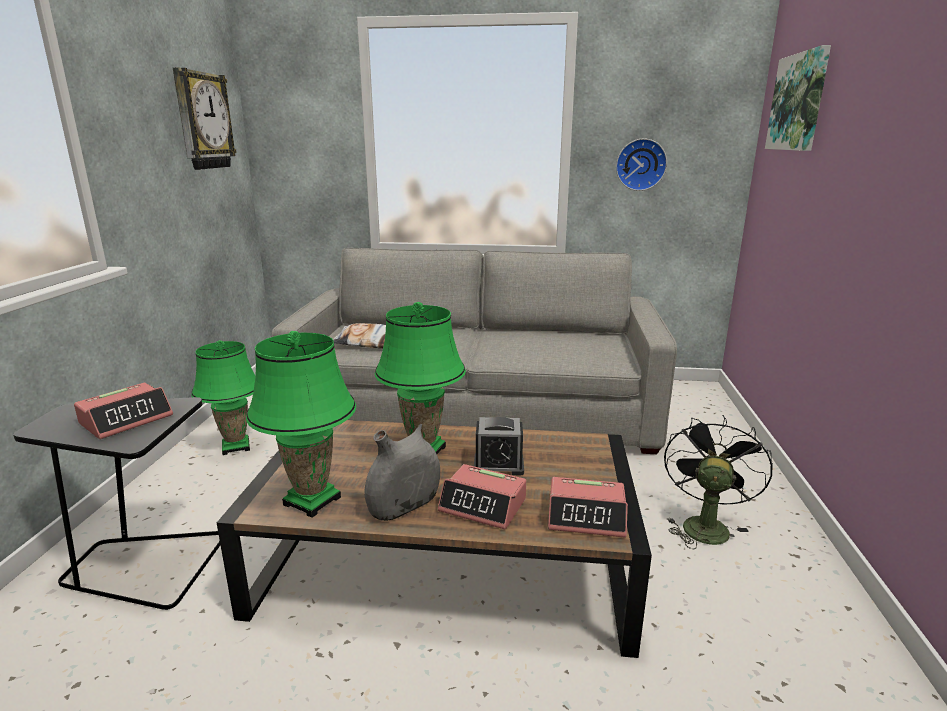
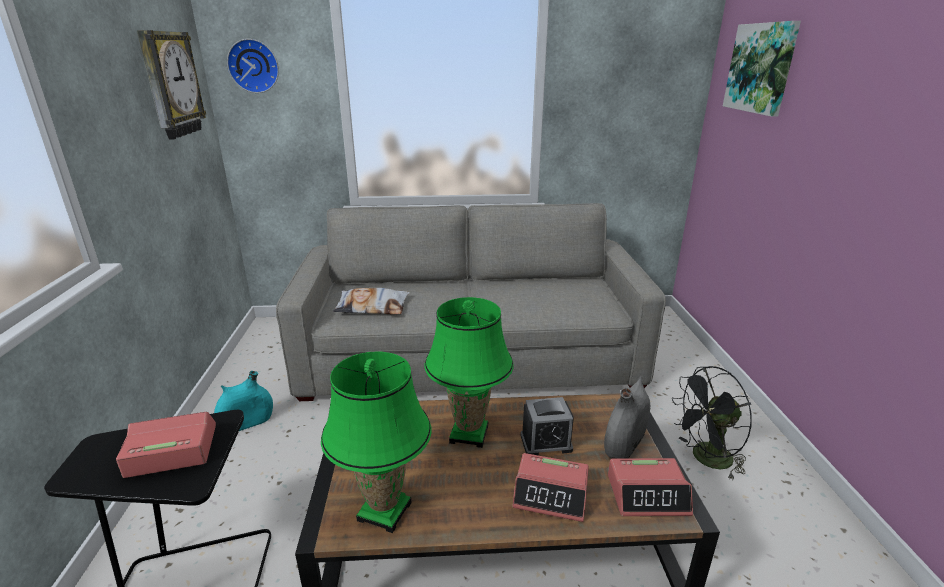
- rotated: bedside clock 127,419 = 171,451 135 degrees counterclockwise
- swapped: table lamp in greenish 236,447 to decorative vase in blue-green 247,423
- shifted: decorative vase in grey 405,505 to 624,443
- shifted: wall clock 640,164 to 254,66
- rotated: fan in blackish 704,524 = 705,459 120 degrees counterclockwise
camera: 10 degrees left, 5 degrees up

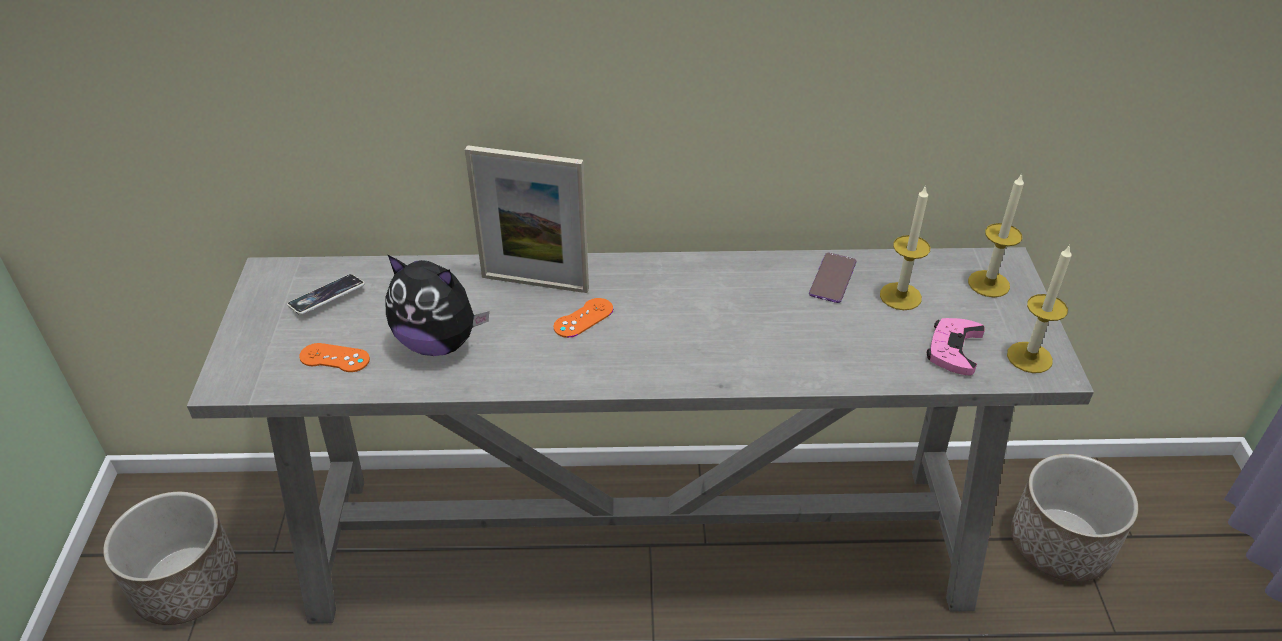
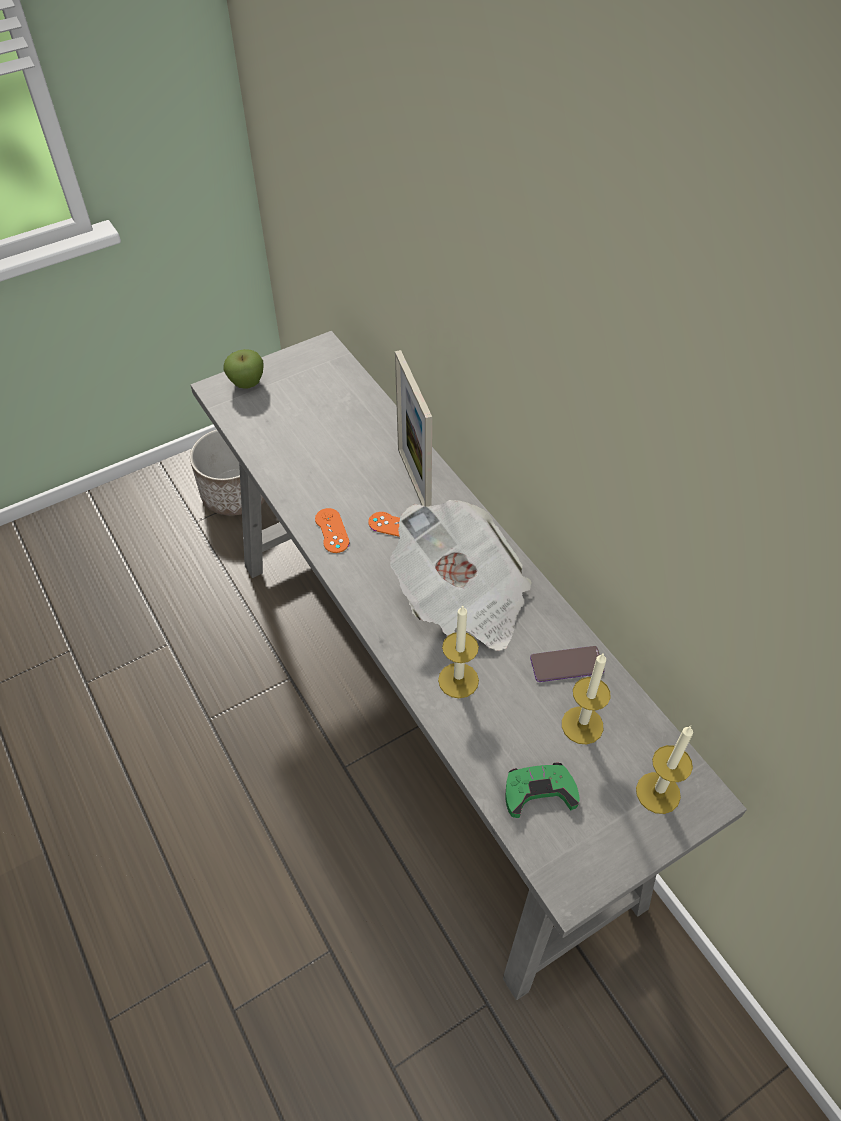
- gone: handset 327,298
- shifted: joypad in orangey 334,358 to 332,530
- gone: soft toy 438,342
- repainted: joypad in pinkish 953,349 to joypad in greenish 539,792
- shifted: wax light 1029,357 to 458,680
- gone: plant pot 1060,544
- new: whole apple 247,383
- new: printed paper 462,597
camera: 60 degrees right, 10 degrees up

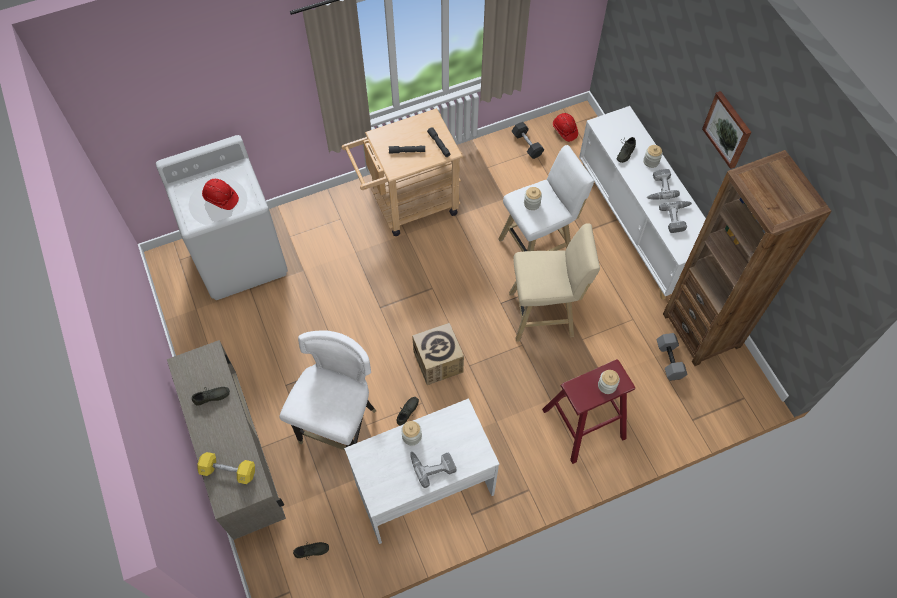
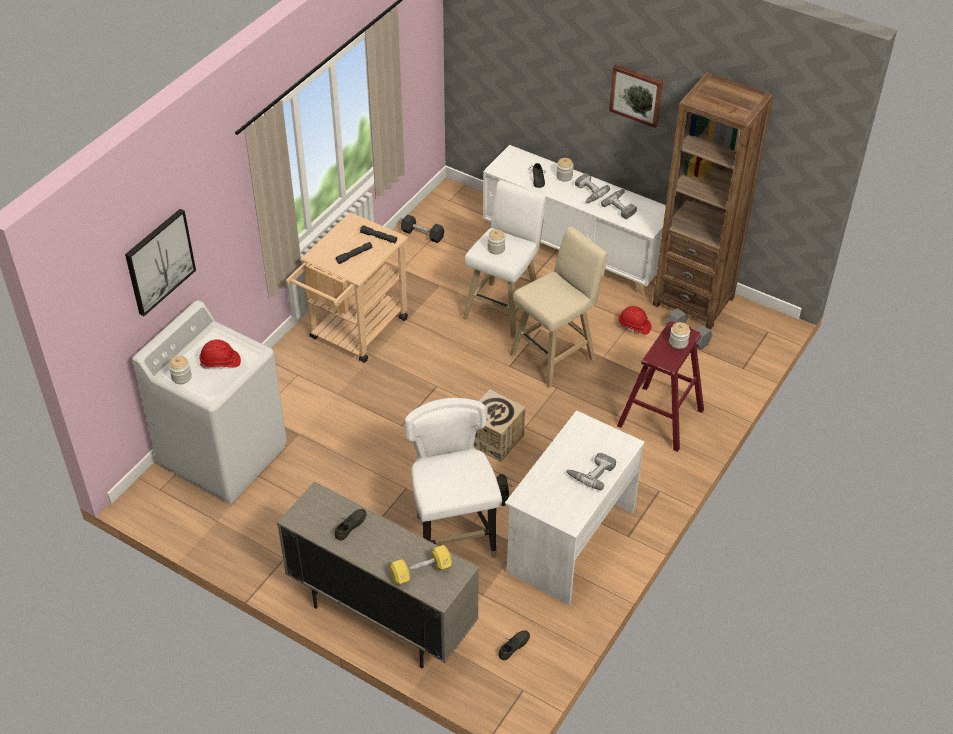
- shifted: jar 412,436 to 181,377
- shifted: safety helmet in red-coloured 564,130 to 634,326
- new: picture 159,261
camera: 35 degrees left, 15 degrees down

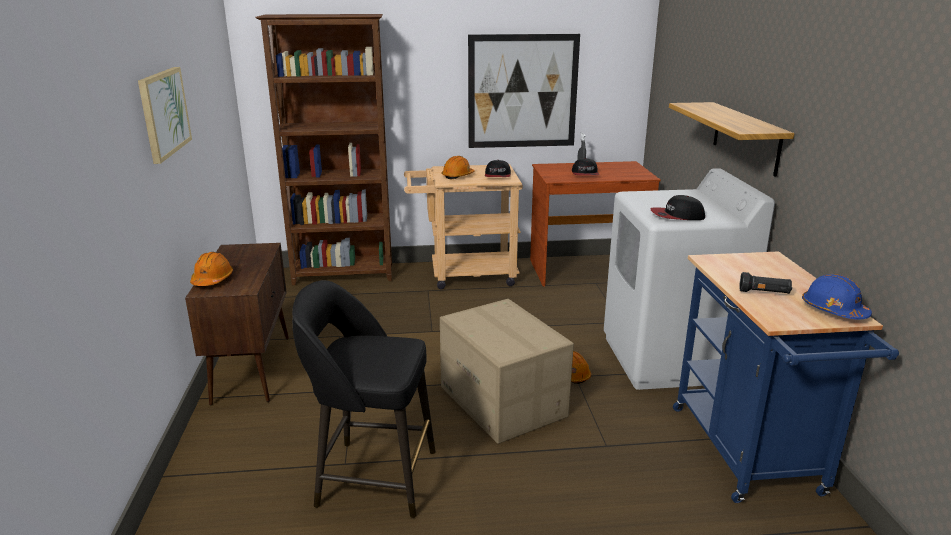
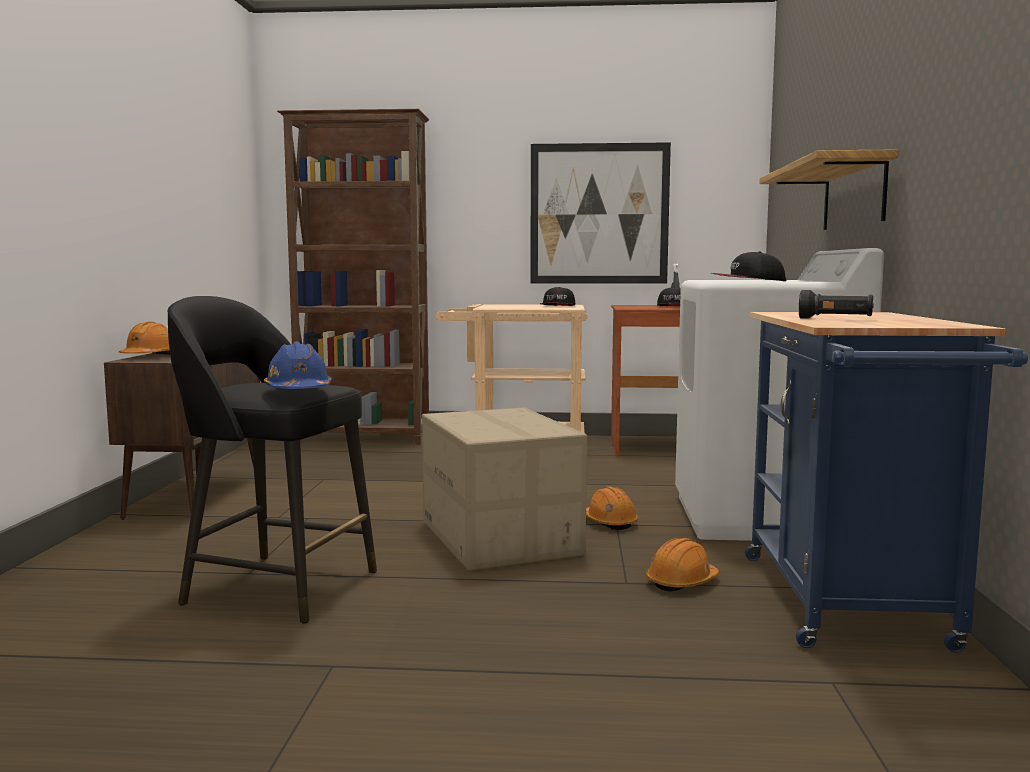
- gone: picture 164,112
- shifted: safety helmet in orangey 457,176 to 681,582
- shifted: safety helmet in blue-coloured 833,310 to 298,391
camera: 10 degrees right, 15 degrees down

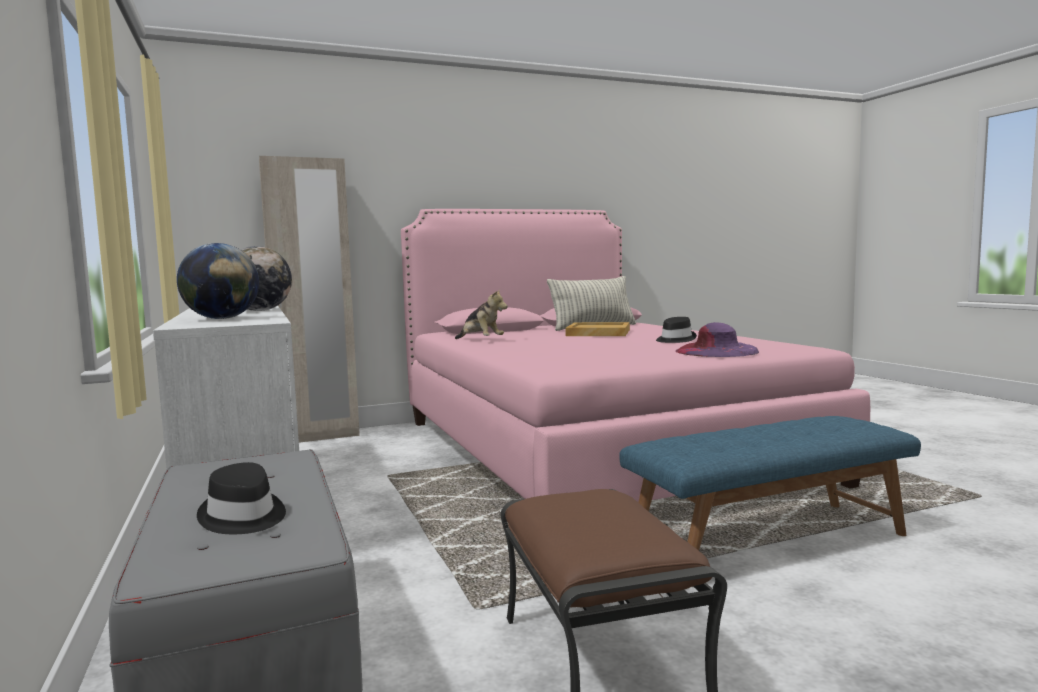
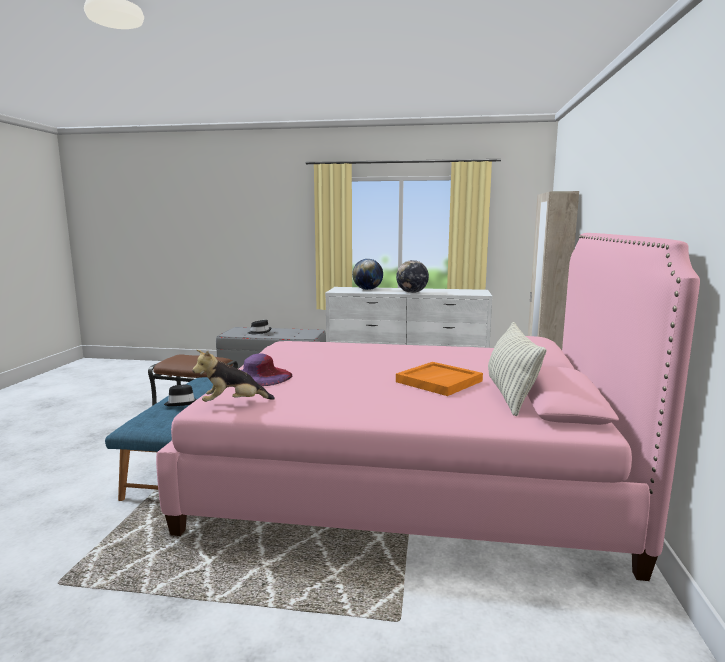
- shifted: soft toy 480,341 to 233,403
- repainted: serving tray in beige 597,333 to serving tray in orangey 439,381
- shifted: hat in blackish 674,340 to 182,403
camera: 120 degrees right, 5 degrees up

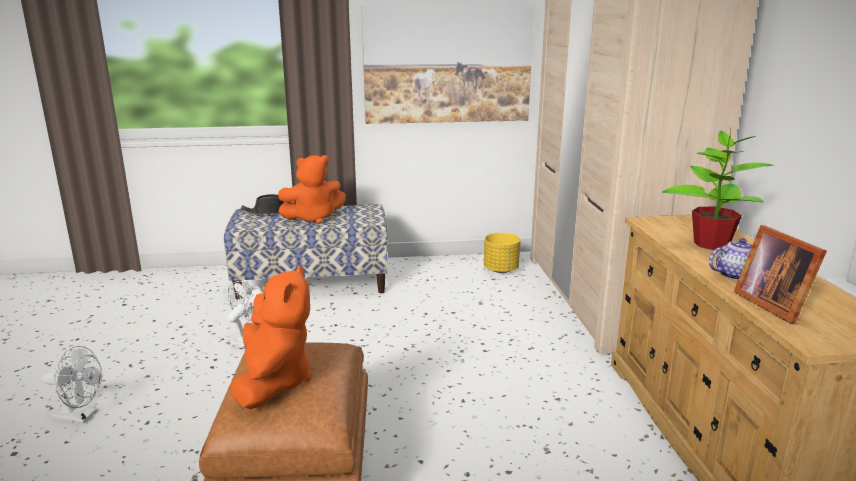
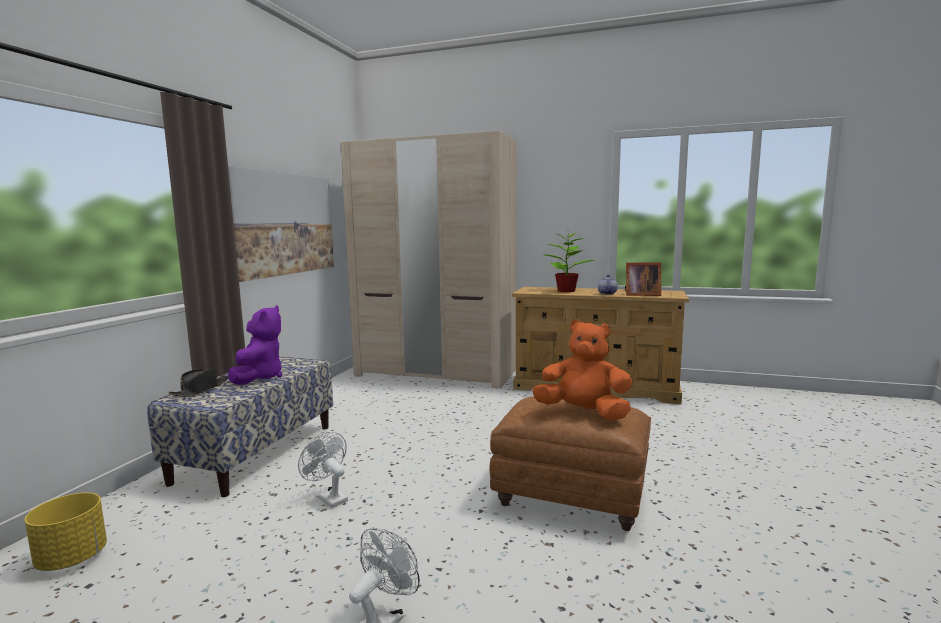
- repainted: soft toy in orangey 313,218 to soft toy in purplish 259,377
- shifted: plant pot in yellowish 501,270 to 73,559
camera: 65 degrees left, 10 degrees down

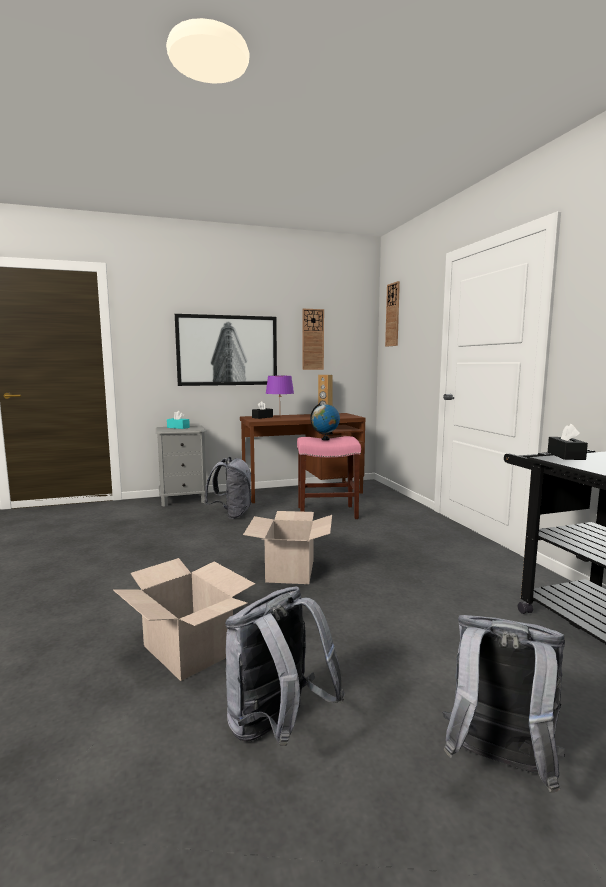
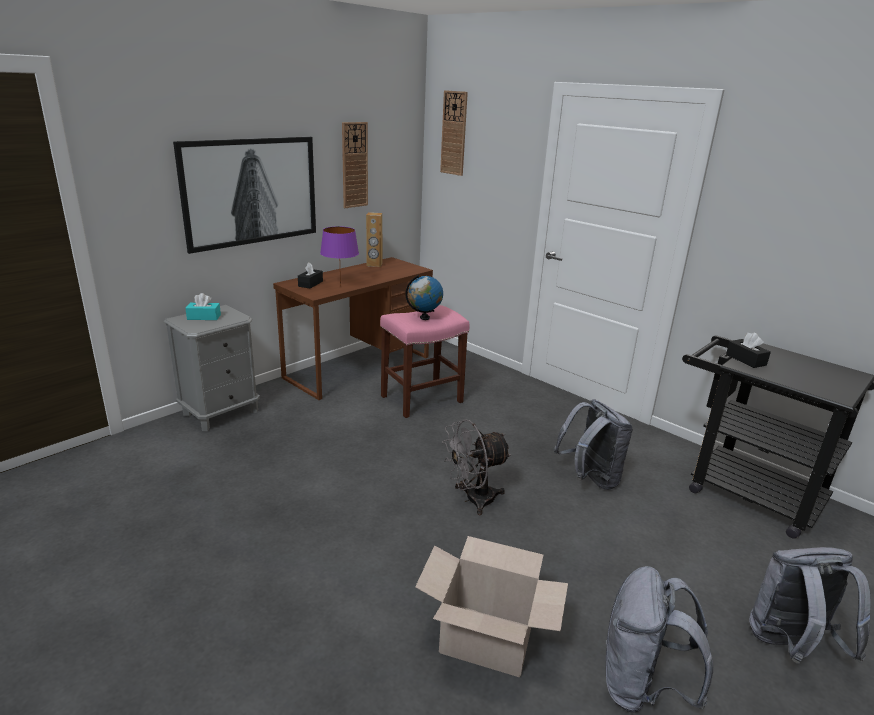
- shifted: rucksack in grey 231,515 to 589,479
- swapped: packing box 291,571 to fan in grey 472,500
camera: 30 degrees left, 15 degrees up

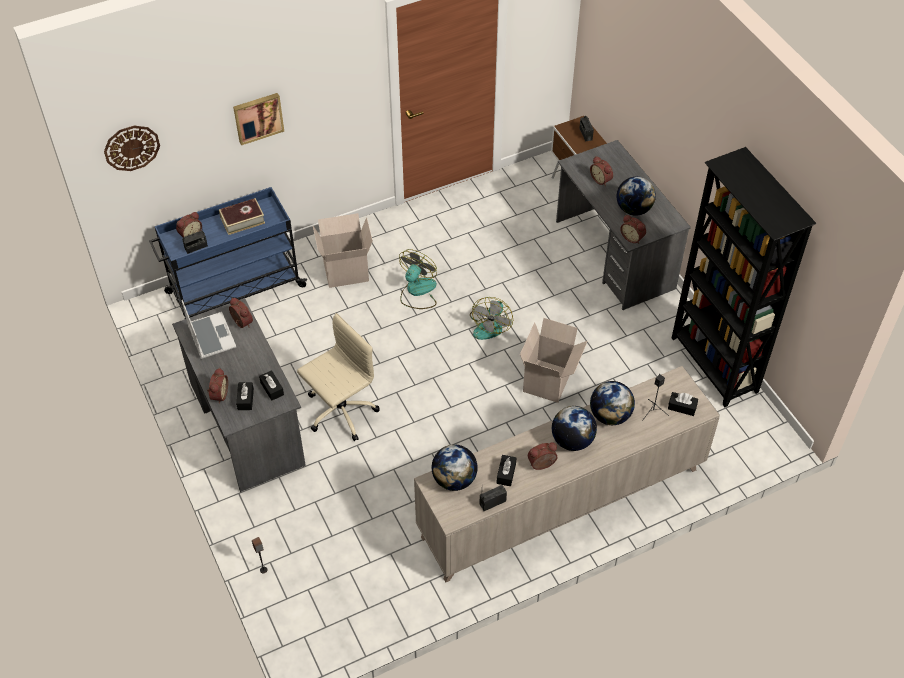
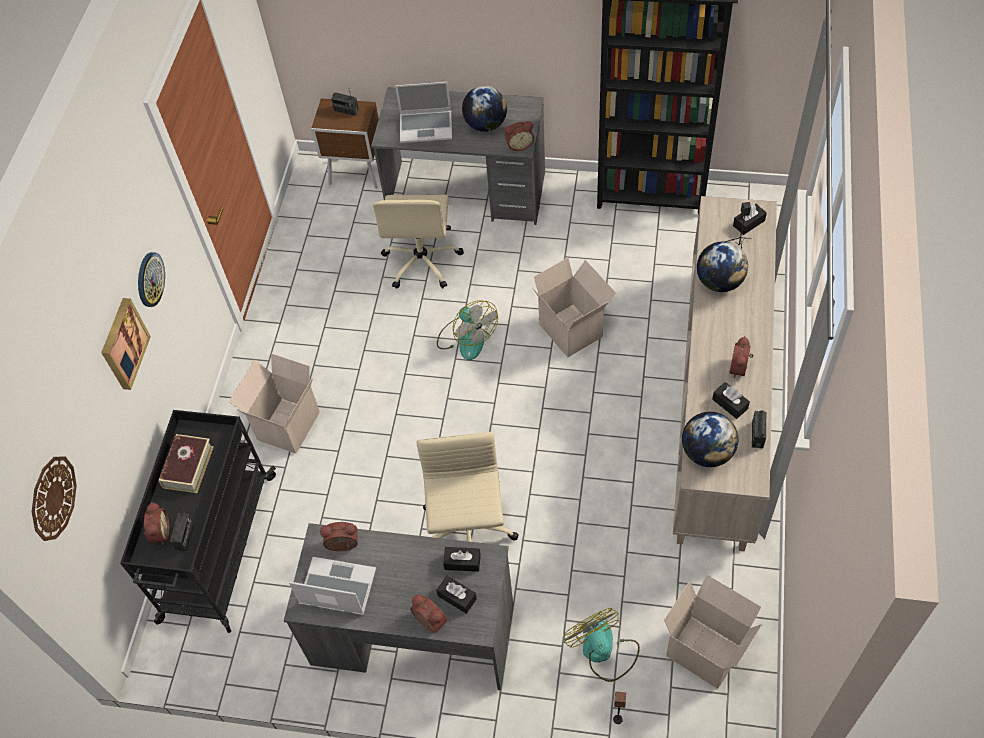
- repainted: wheeled cart in blue-coloured 234,290 to wheeled cart in blackish 217,549
- shifted: fan 417,292 to 603,651
- gone: desk globe 572,440
- swapped: bedside clock 601,179 to portable computer 427,127
- new: wall clock 149,279
- new: office chair in beige 422,261
- new: packing box 706,650
camera: 50 degrees left, 5 degrees up

